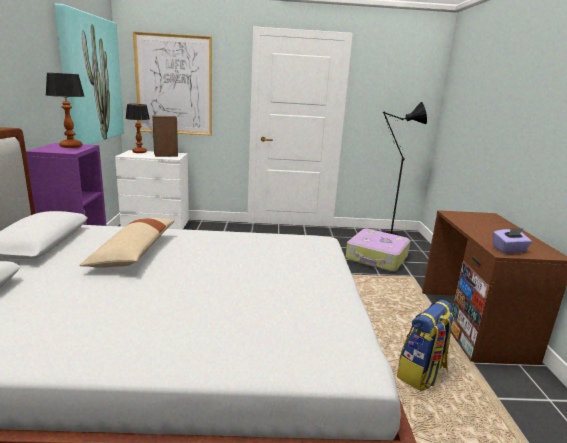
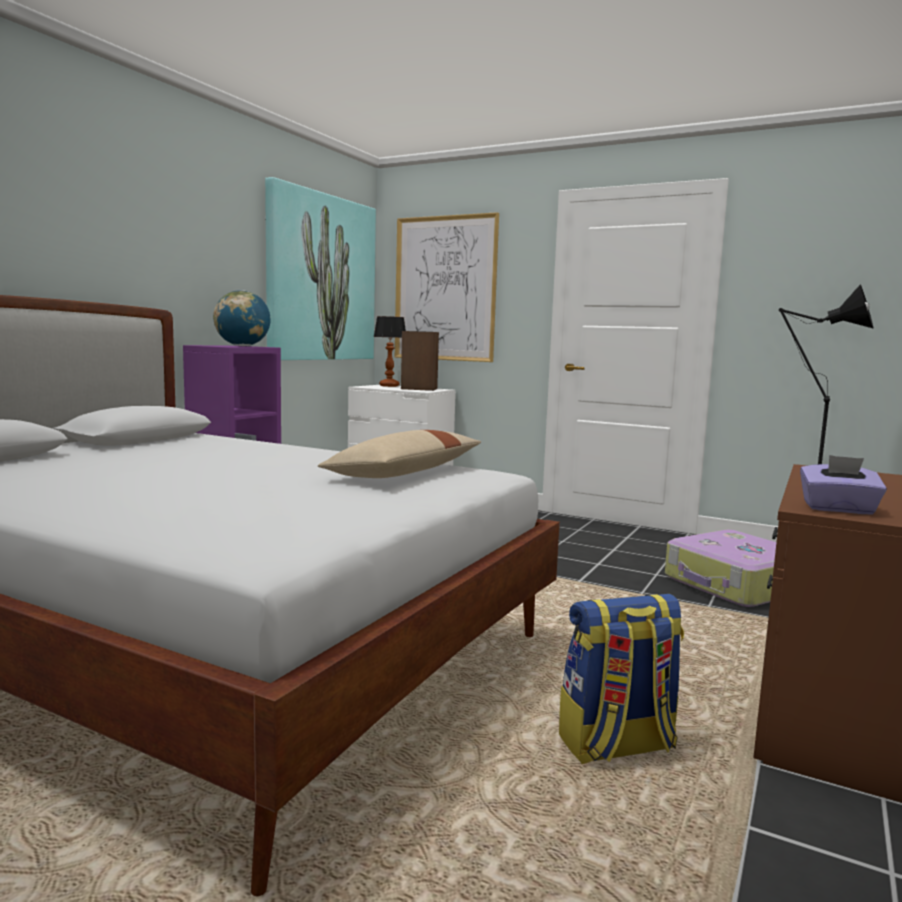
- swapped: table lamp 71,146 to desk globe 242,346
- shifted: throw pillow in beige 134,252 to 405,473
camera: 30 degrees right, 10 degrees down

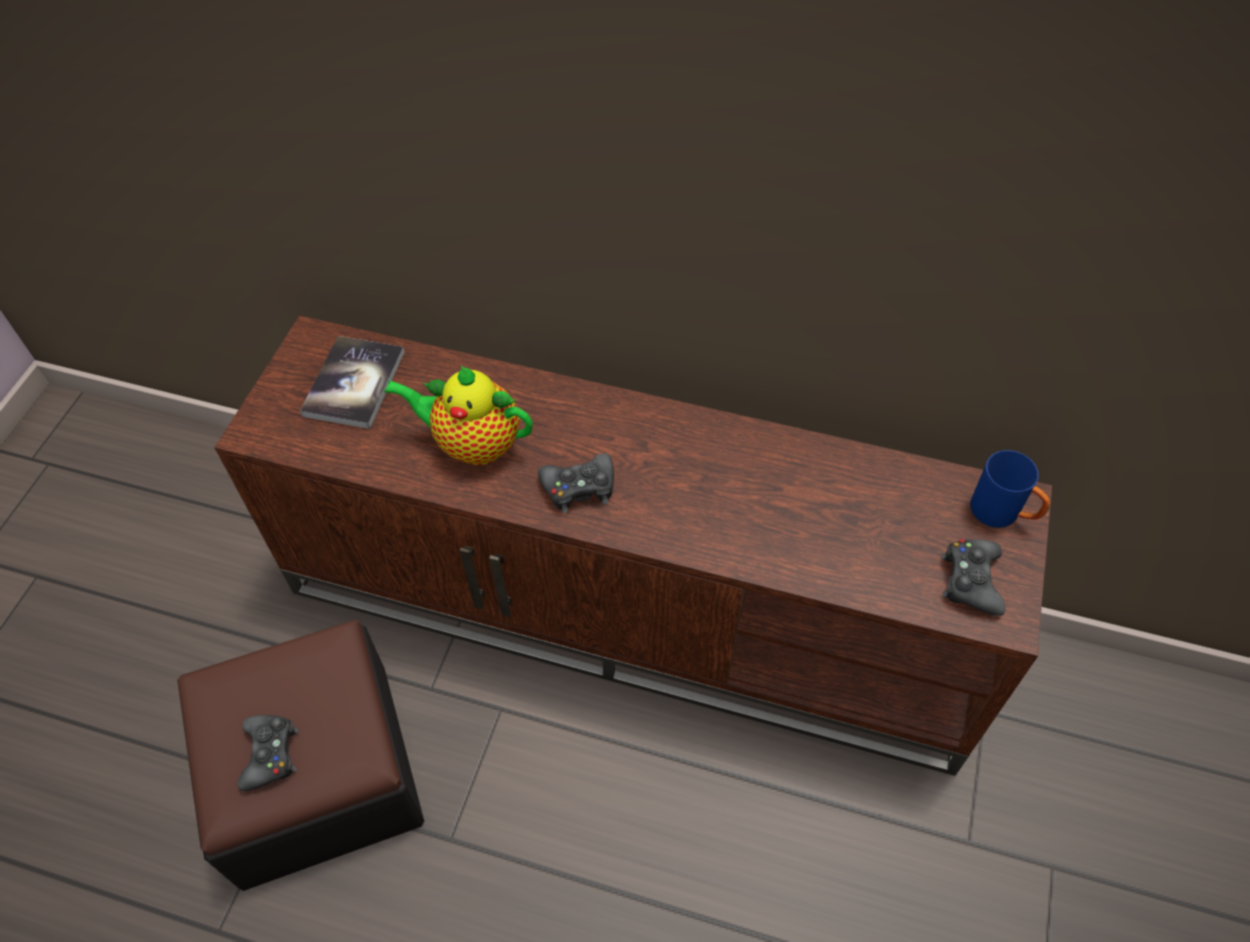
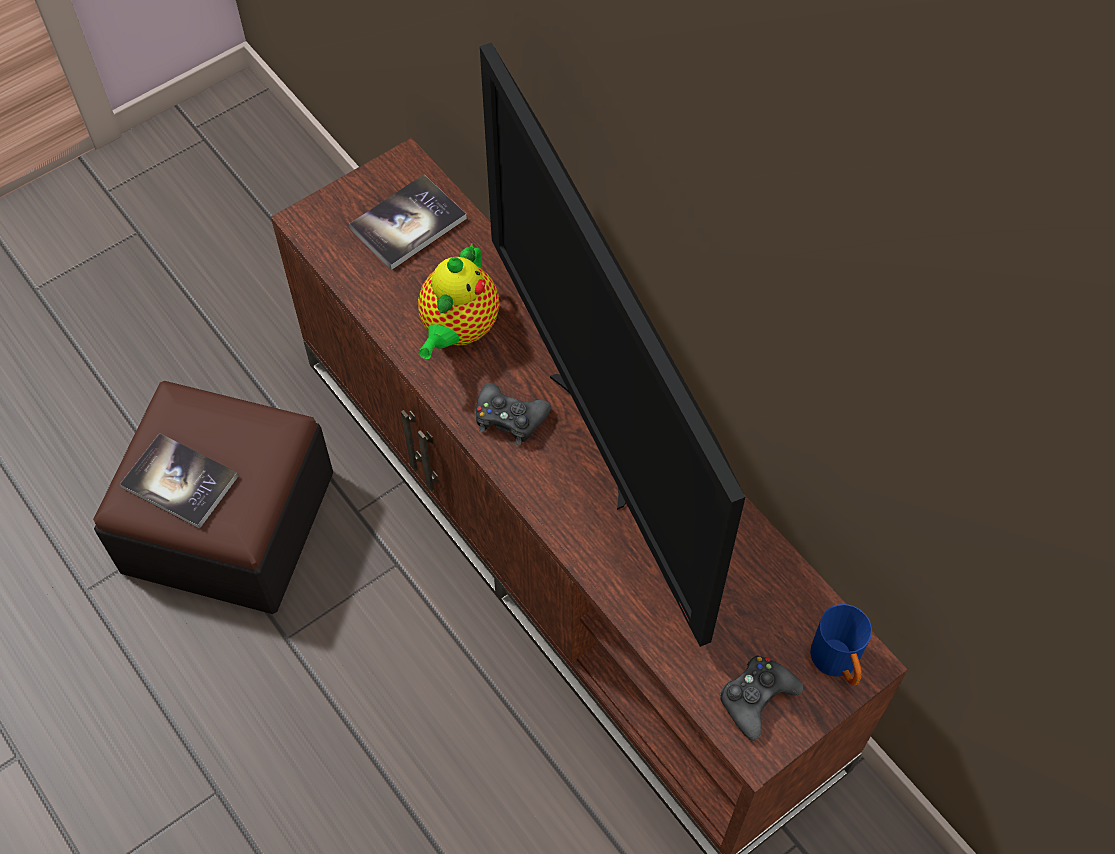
- swapped: joypad in blackish 270,754 to volume 180,482
- rotated: teapot 473,443 = 458,330 120 degrees counterclockwise
- new: TV 601,436
camera: 35 degrees right, 5 degrees up

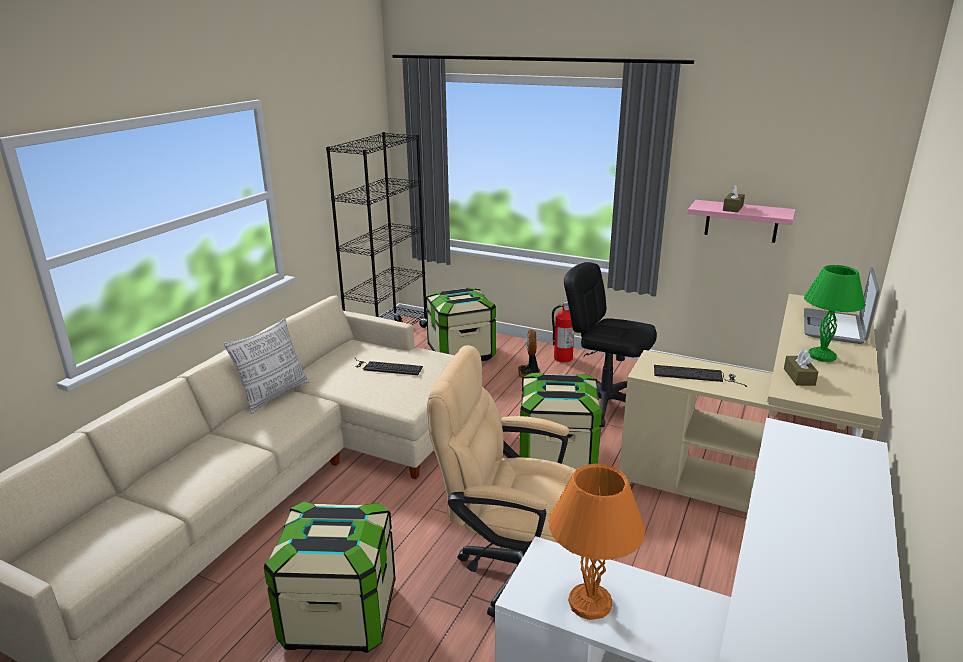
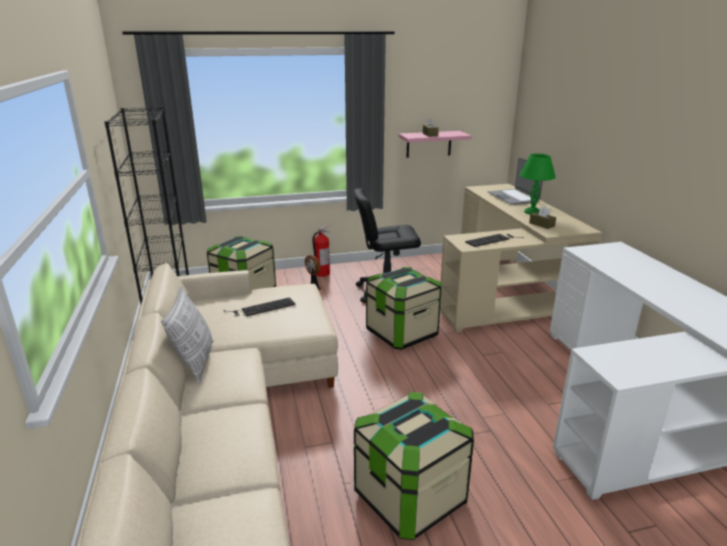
- gone: office chair in beige 514,568
- gone: table lamp in orangey 590,604
camera: 40 degrees left, 0 degrees up

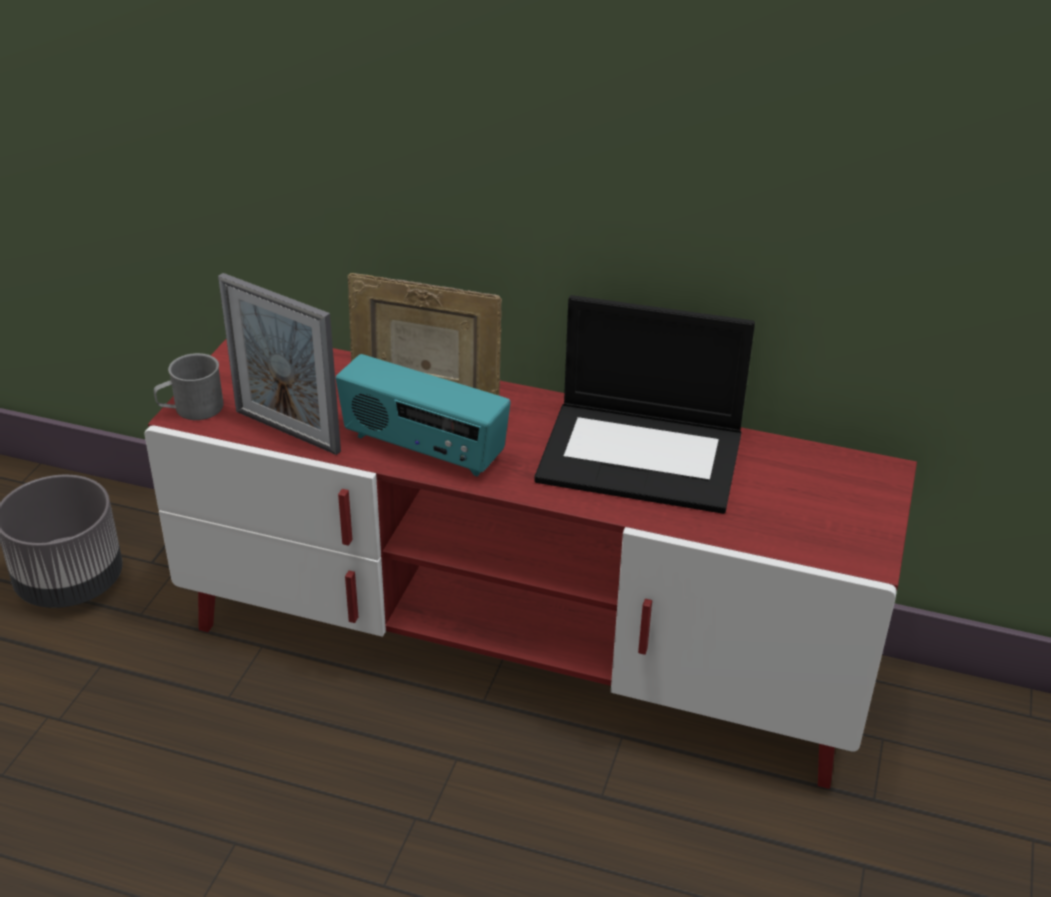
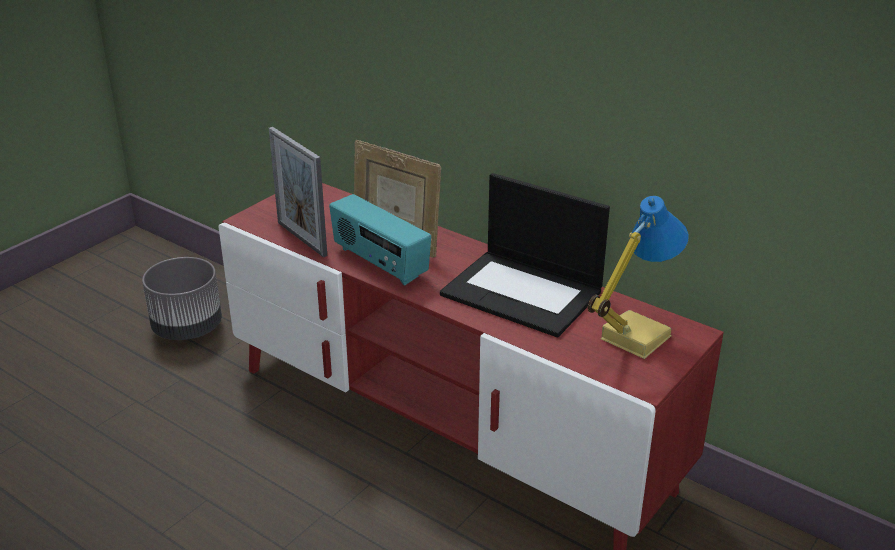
- gone: mug in grey 191,409
- new: table lamp 633,336
camera: 20 degrees right, 5 degrees down

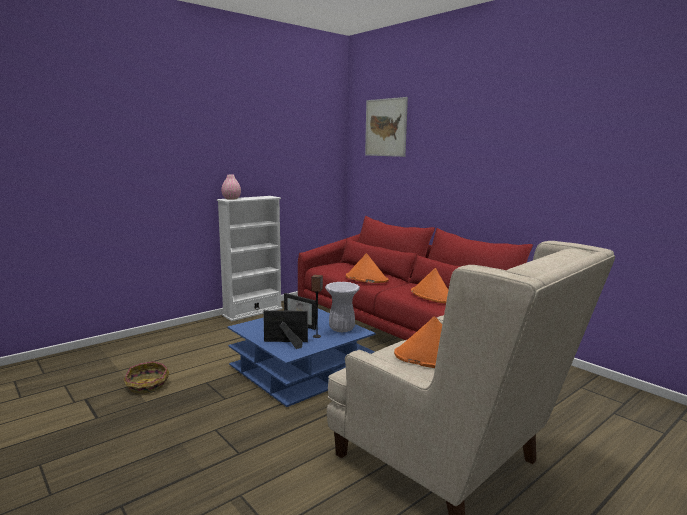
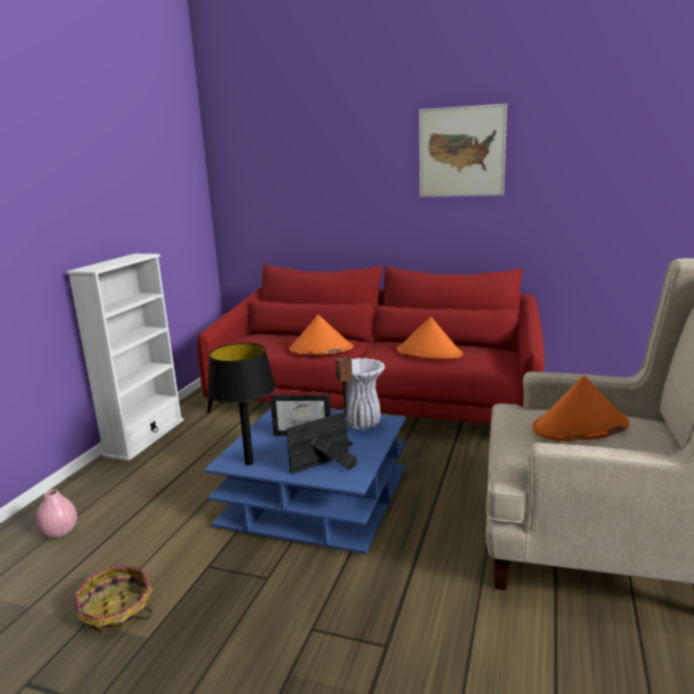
- shifted: decorative vase in pinkish 231,199 to 60,532
- shifted: picture 385,127 to 461,152
- new: table lamp in blackish 249,463
camera: 30 degrees left, 5 degrees up

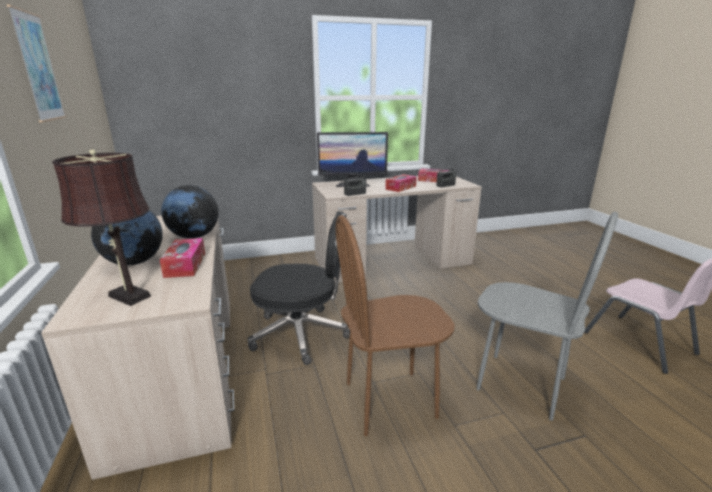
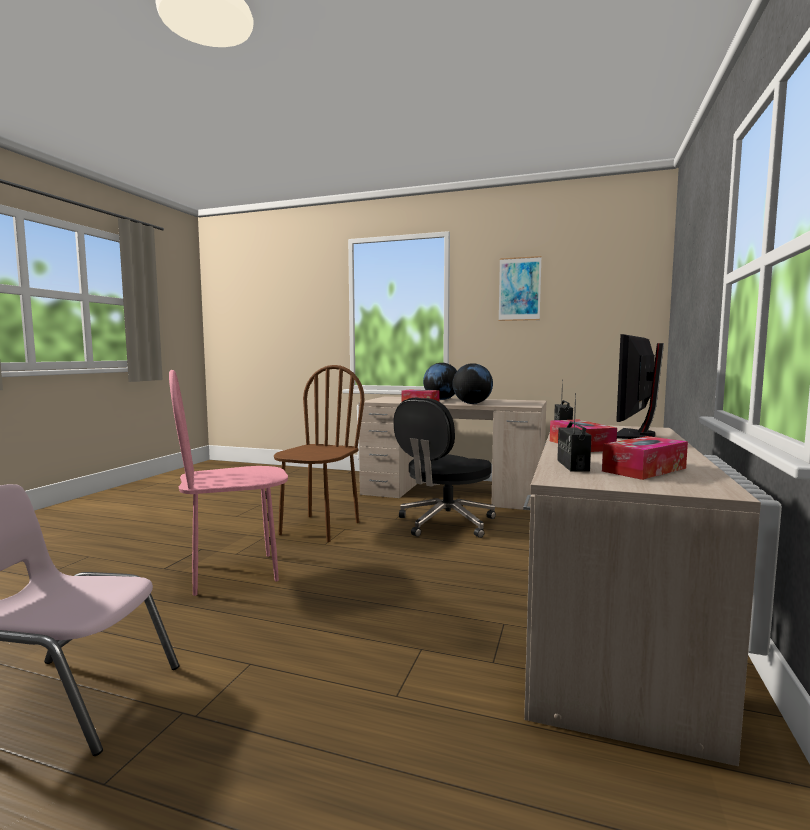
- gone: table lamp in brown 127,295
- repainted: upright chair in grey 520,384 to upright chair in pinkish 234,573
camera: 125 degrees right, 15 degrees down

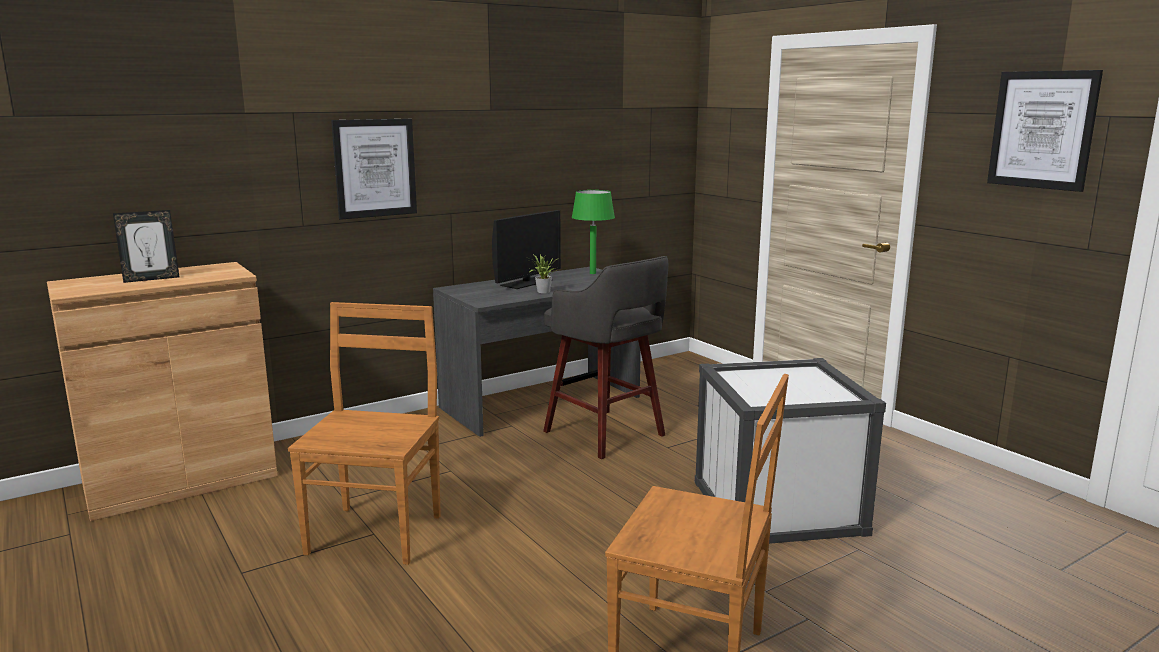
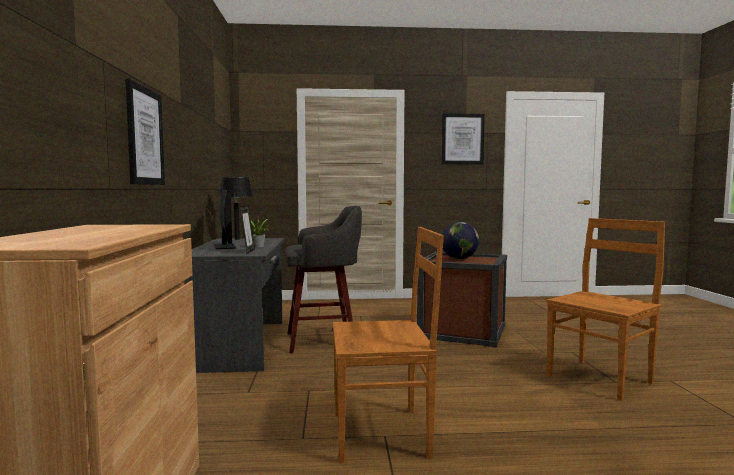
- shifted: standing frame 151,279 to 248,251
- rotated: upright chair in brown 376,532 = 384,434 135 degrees clockwise
- repainted: table lamp in greenish 593,273 to table lamp in blackish 237,239
- repainted: storage bin in whitish 777,507 to storage bin in brown 462,331
- new: desk globe 459,259
camera: 60 degrees left, 10 degrees down

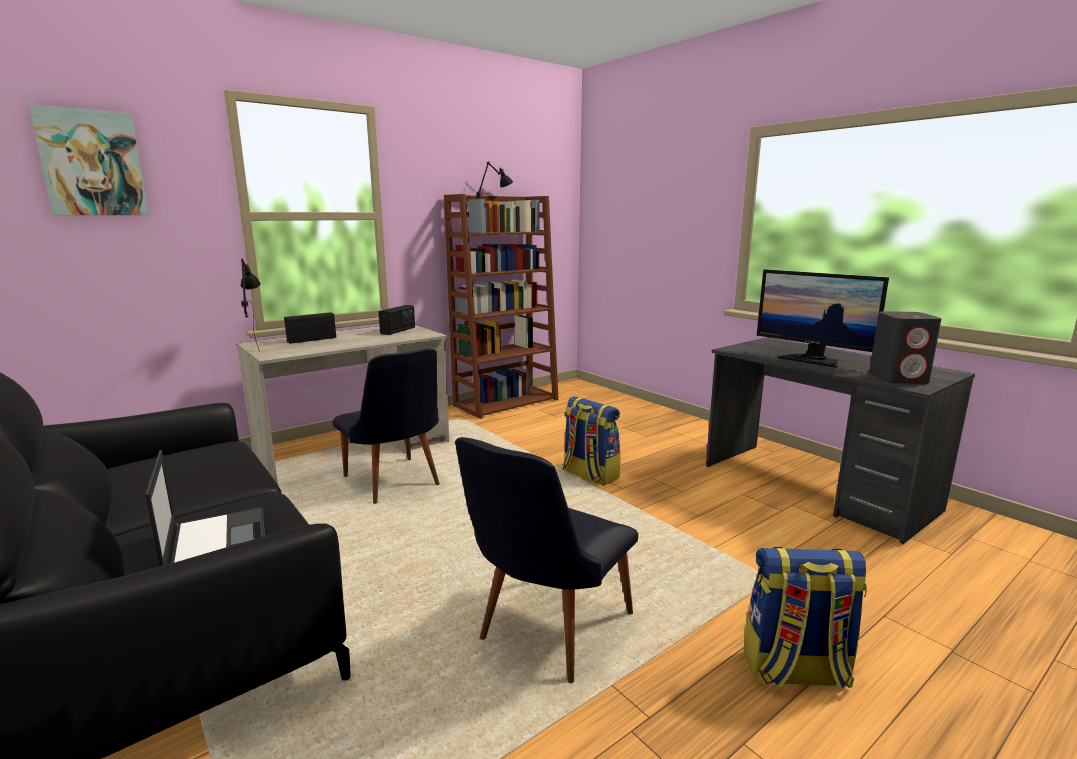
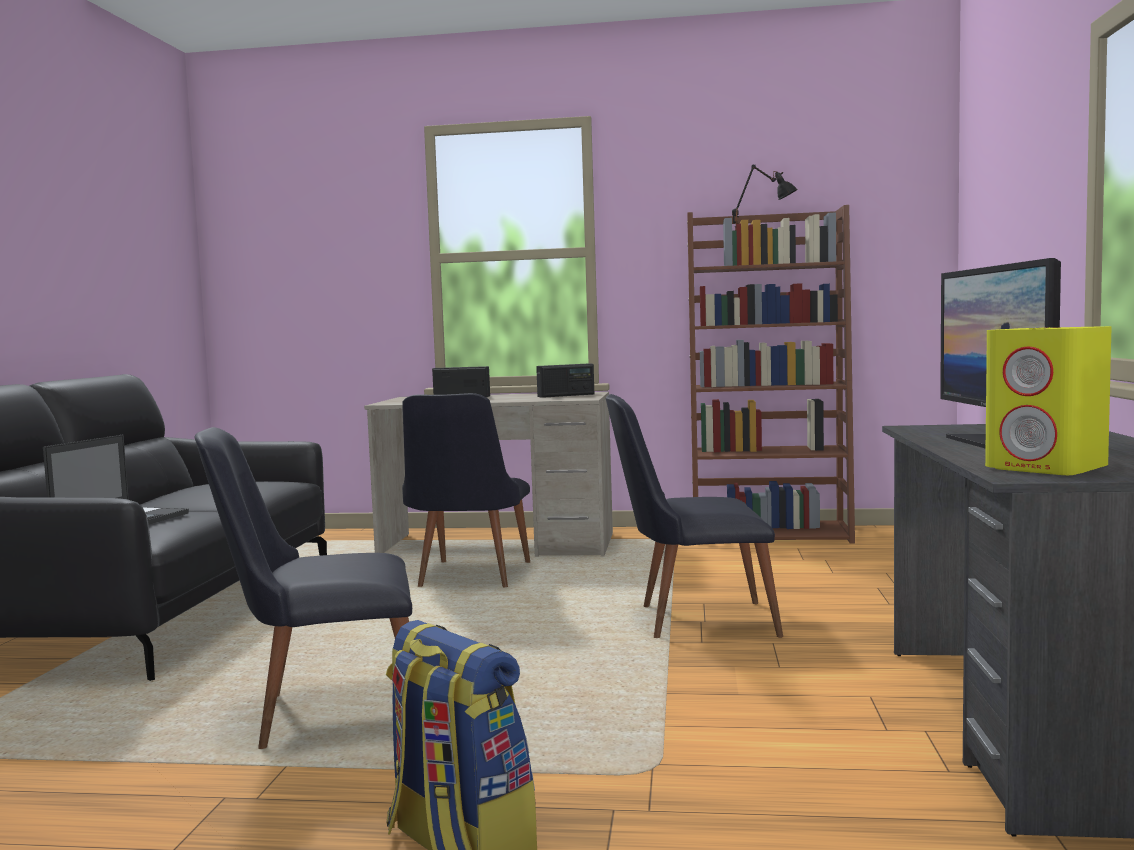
- gone: picture 92,163
- gone: table lamp in blackish 255,348
- swapped: rucksack 589,475 to upright chair in blackish 691,620
- repainted: speaker in grey 898,378 to speaker in yellowish 1047,468
camera: 45 degrees right, 10 degrees down

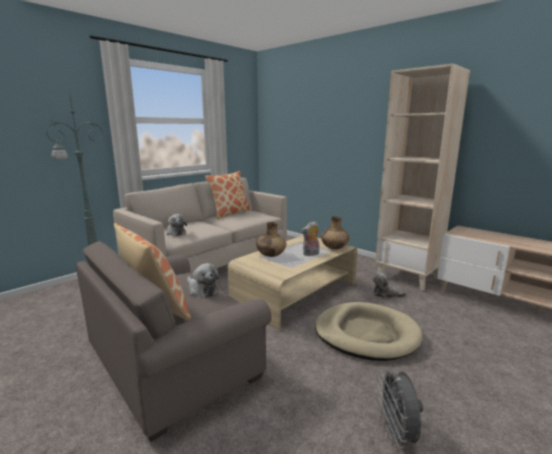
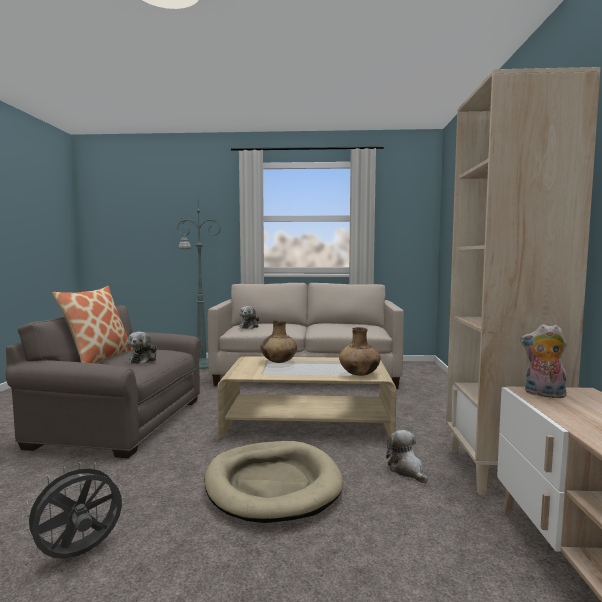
- gone: throw pillow 230,213
- shifted: soft toy 311,254 to 543,394
camera: 50 degrees right, 10 degrees down

